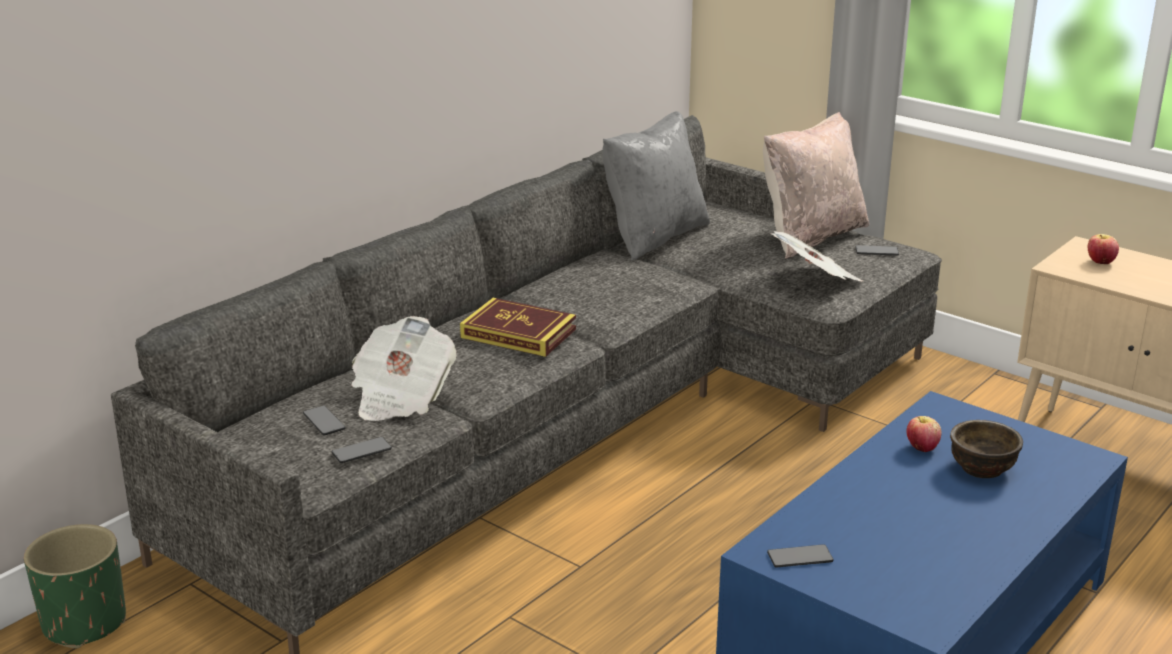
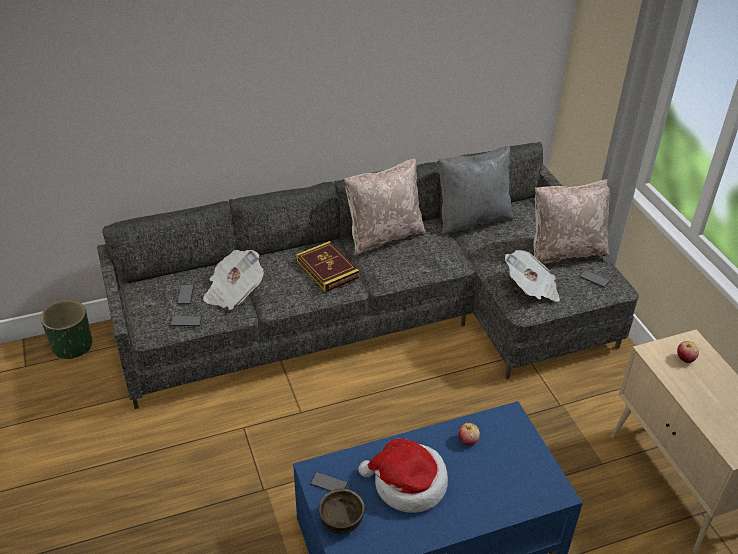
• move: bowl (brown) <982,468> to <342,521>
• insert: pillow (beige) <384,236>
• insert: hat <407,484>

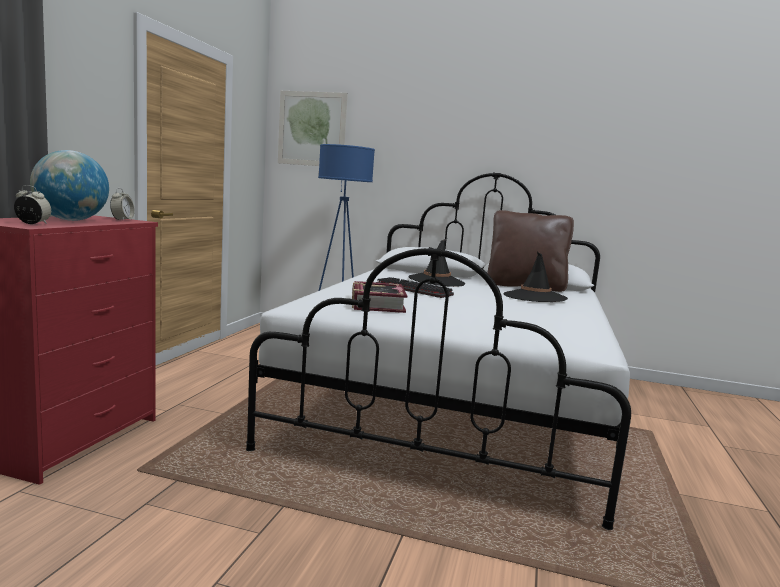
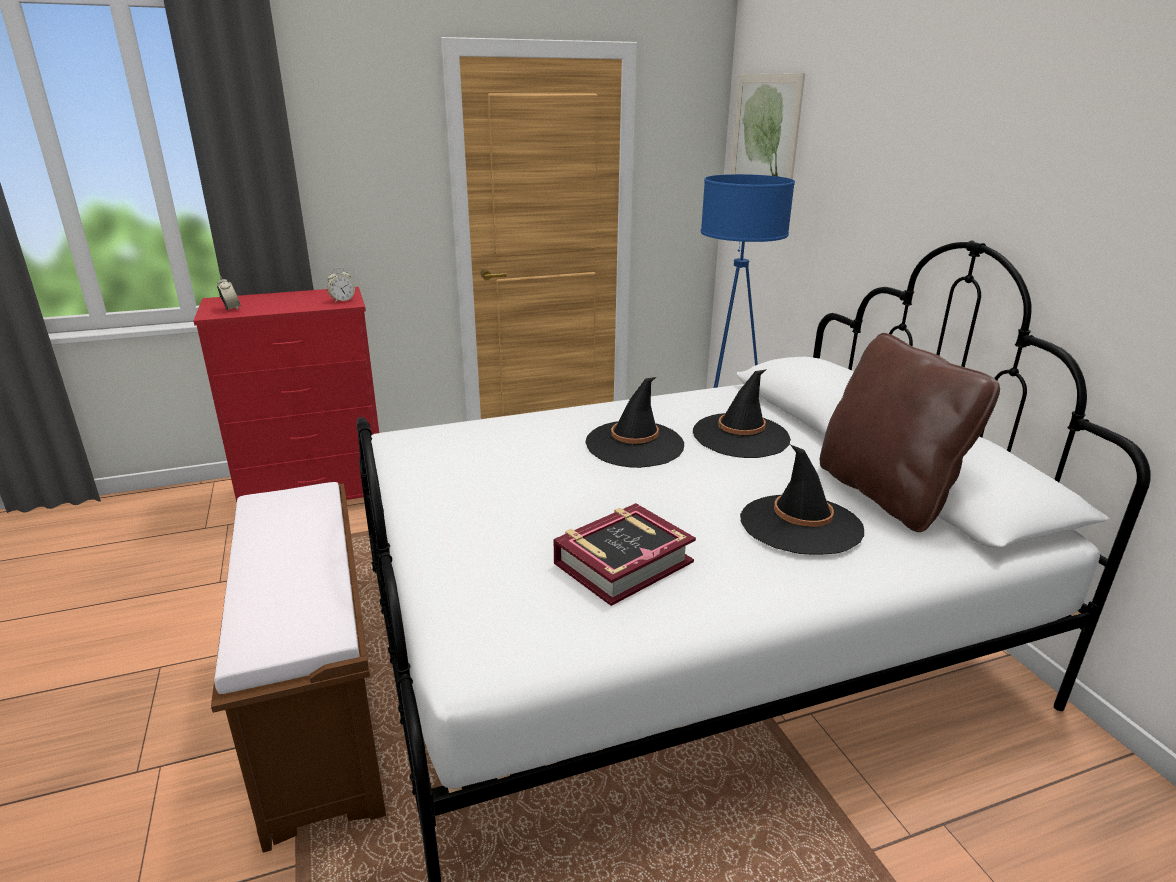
• delete: globe <71,220>
• move: book <377,304> to <622,562>
• replace: keyboard <411,290> to hat (black) <634,445>
• insert: bench (brown) <322,719>

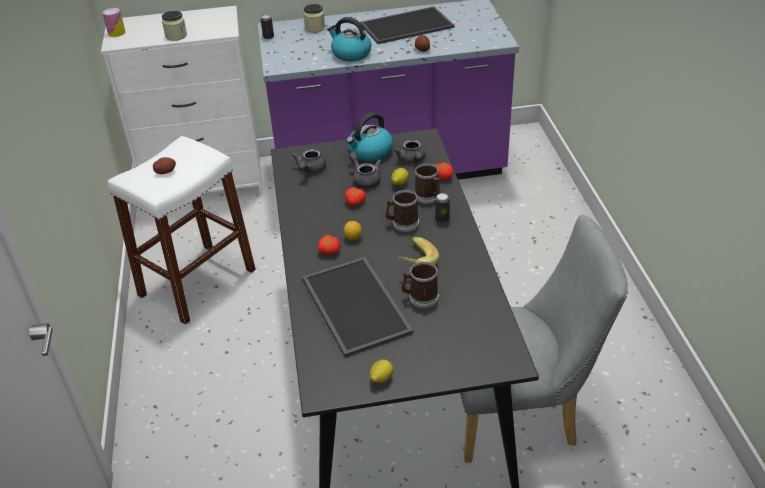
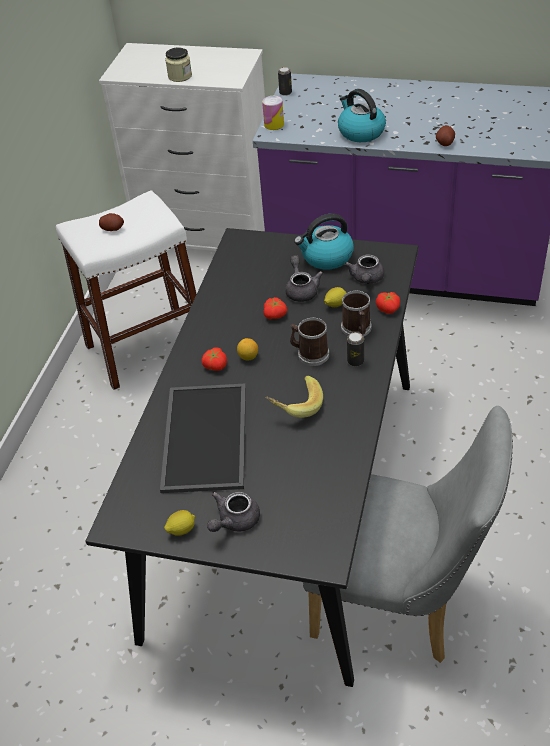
• move: can <116,32> to <274,124>
• move: teapot (grey) <310,170> to <234,521>
• delete: jar <315,28>
• delete: tray <407,25>
• delete: mug <420,297>

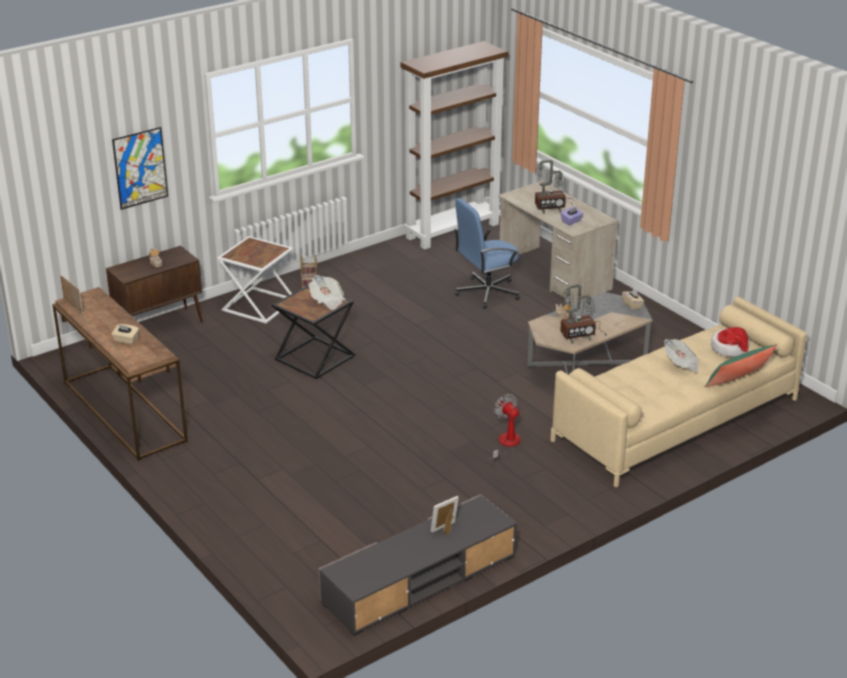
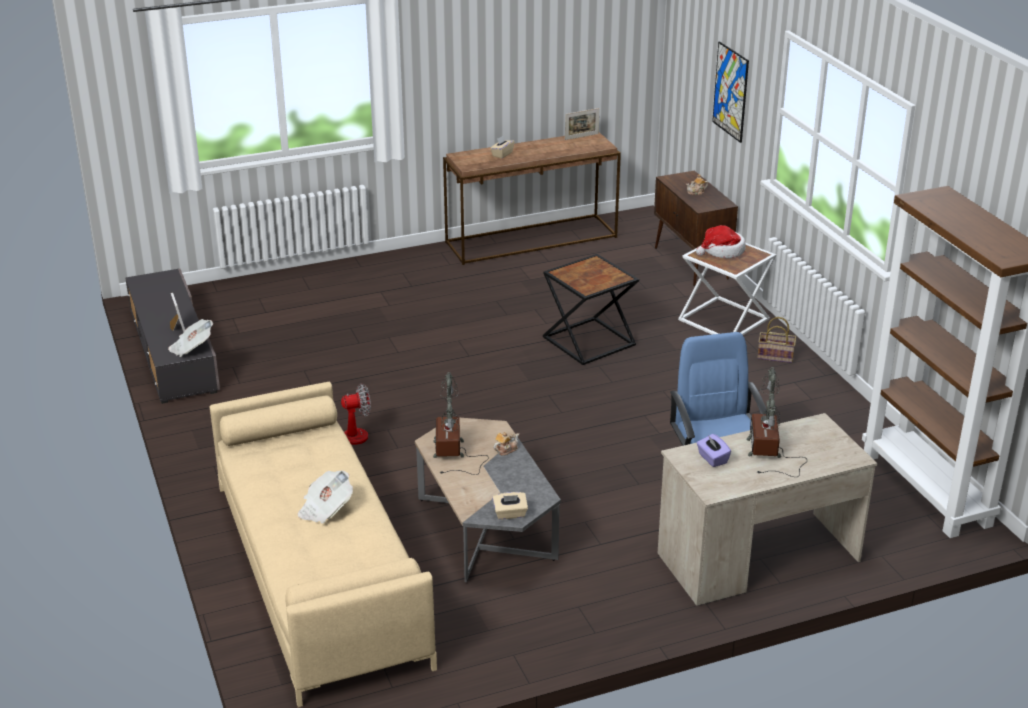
• move: newspaper <327,301> to <191,348>
• delete: pillow (green) <738,380>
• move: hat <730,349> to <722,251>

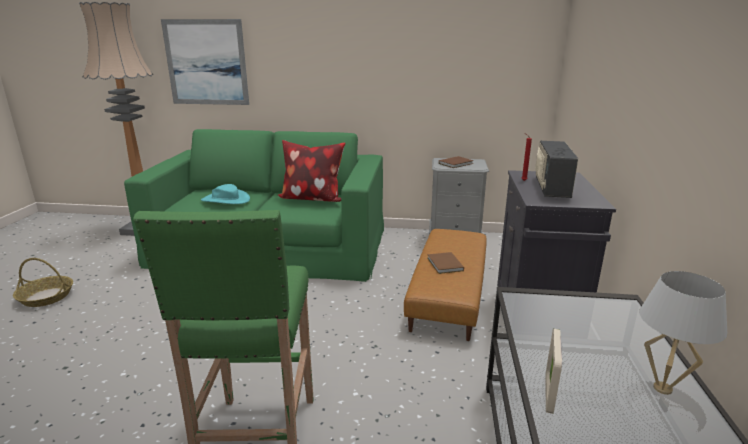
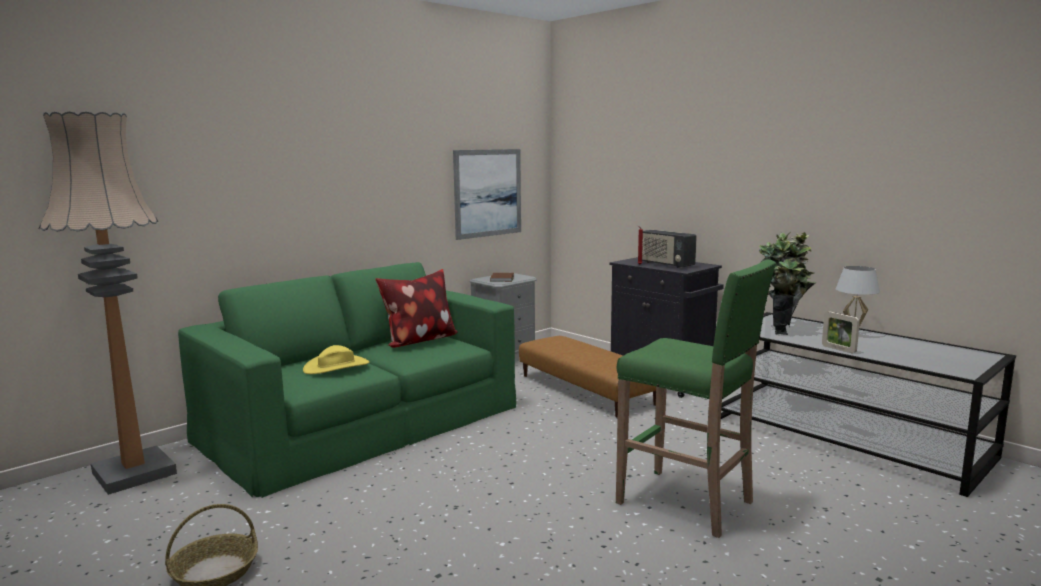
• move: picture <206,62> to <488,193>
• recolor: hat (turquoise) <226,200> to hat (yellow) <336,366>
• delete: book (brown) <444,265>
• insert: potted plant <783,330>

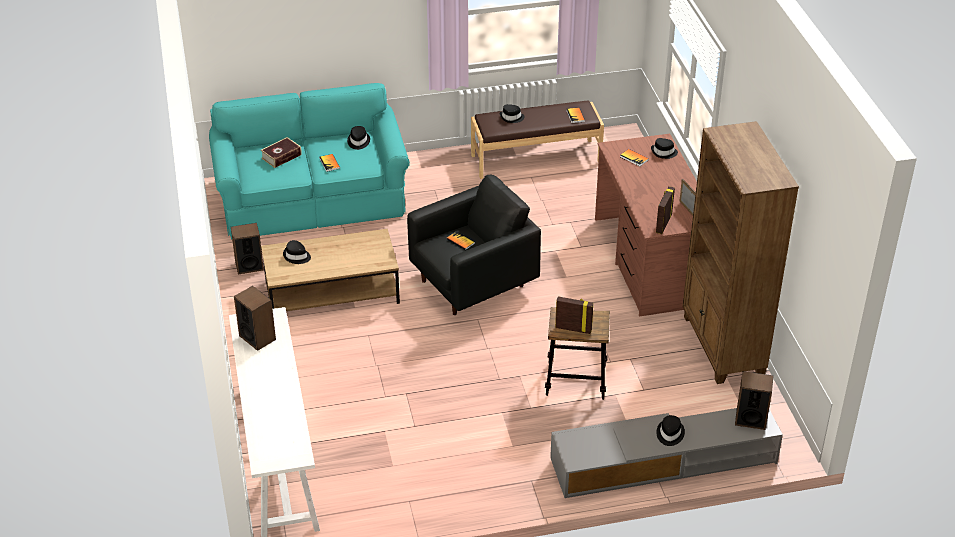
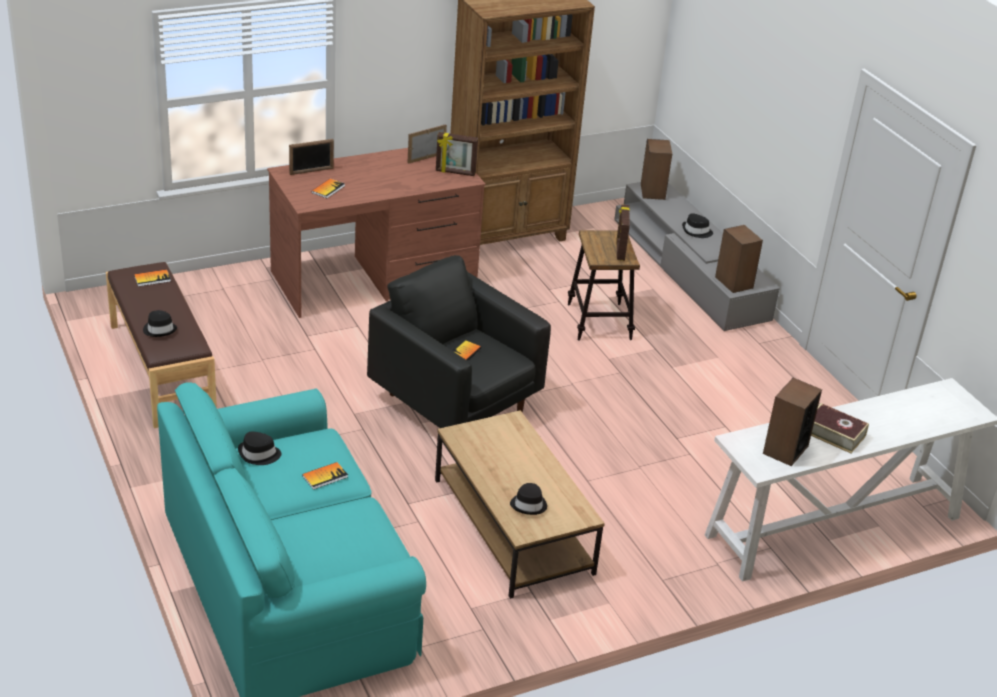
• move: speaker <249,266> to <733,282>
• move: book <281,156> to <834,434>
• replace: hat (black) <664,152> to picture frame <311,171>

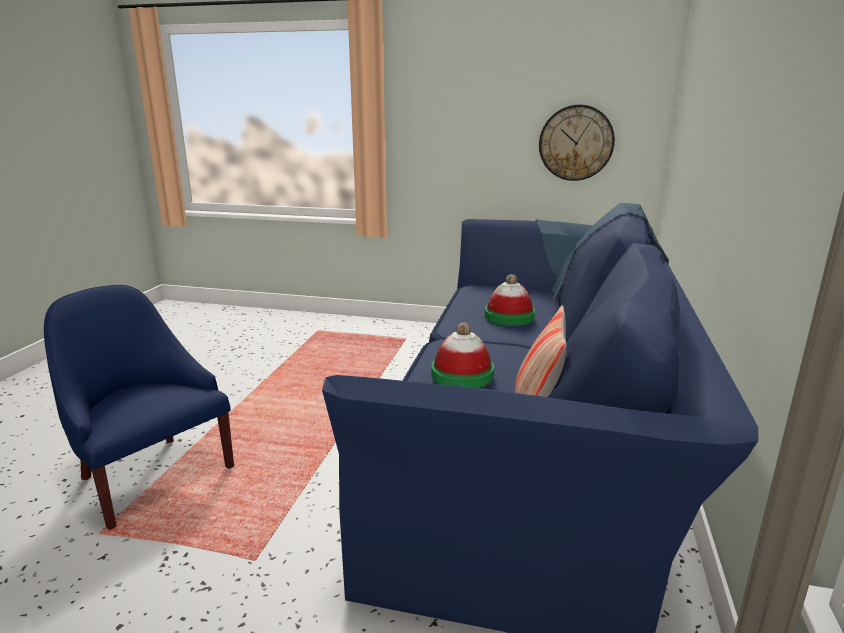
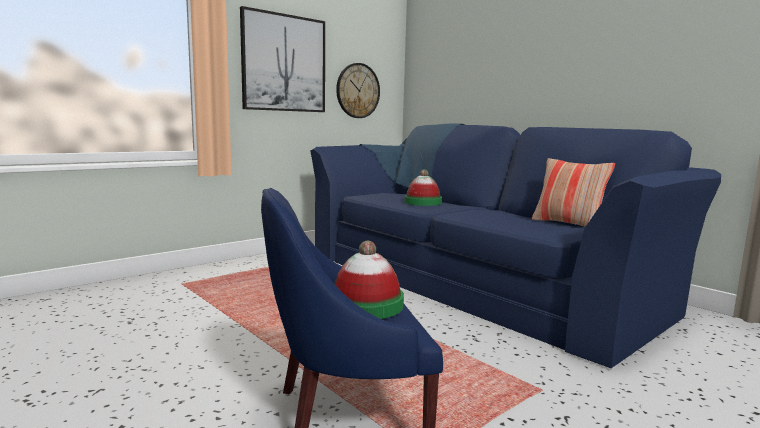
• move: hat <462,374> to <366,305>
• insert: picture <284,63>

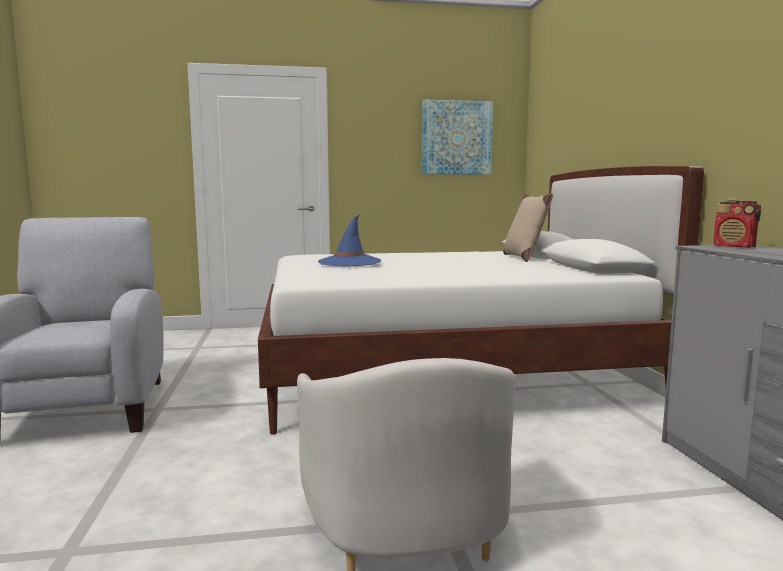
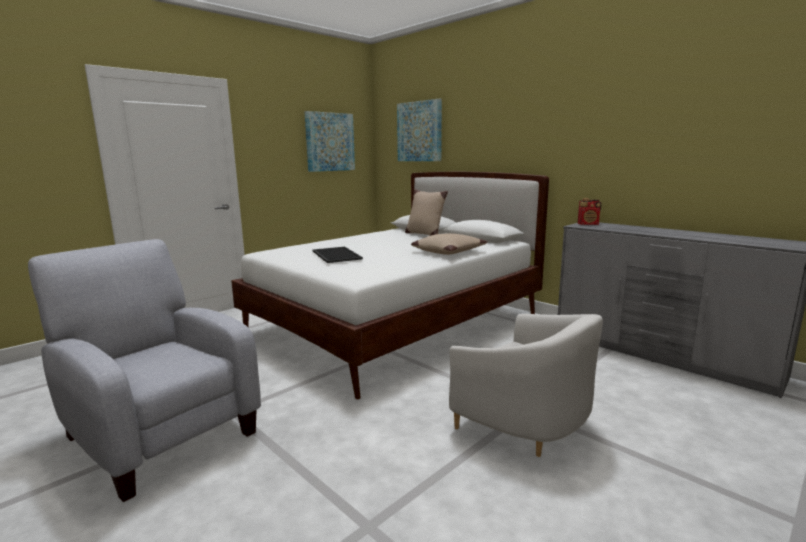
• replace: hat (blue) <349,262> to tray <335,255>
• insert: picture <419,131>
• insert: pillow (beige) <448,251>

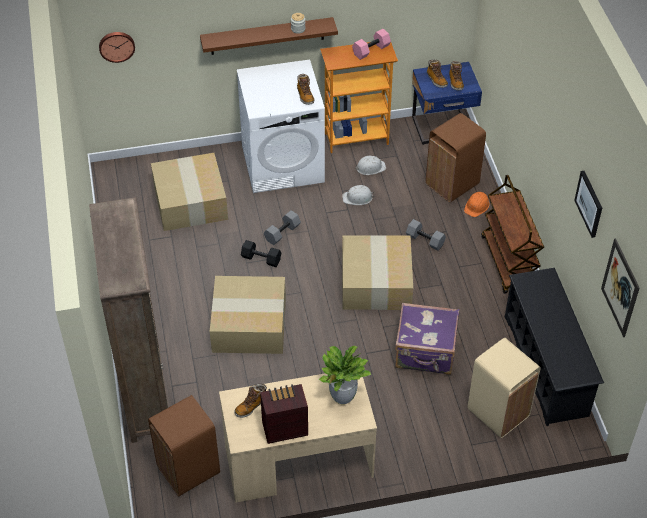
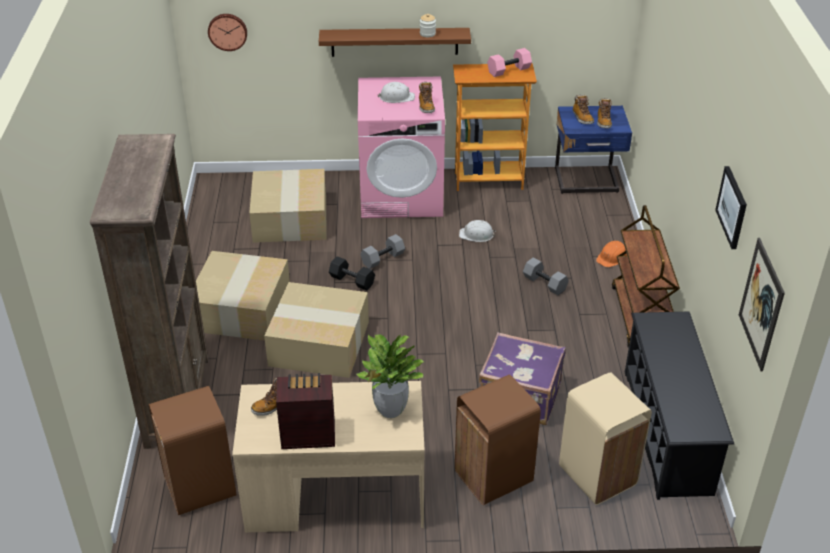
• recolor: washing machine (white) <283,163> to washing machine (pink) <402,195>
• move: cardboard box <377,283> to <242,310>
• move: hard hat (white) <370,167> to <396,97>
• move: trash can (brown) <452,184> to <494,477>

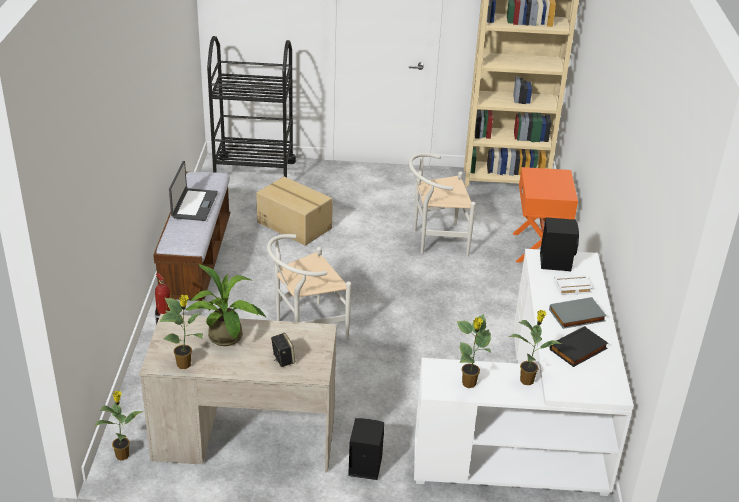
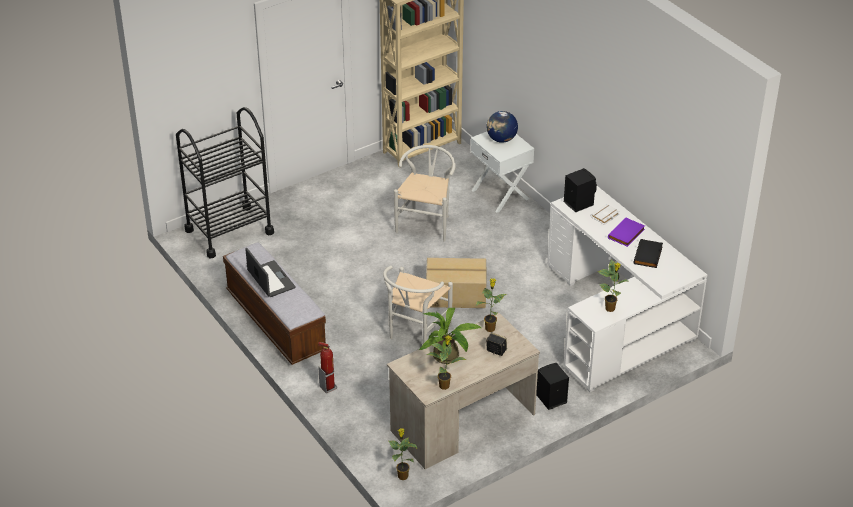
• move: cardboard box <294,225> to <455,294>
• rotate: chair (white) <435,240> = <426,222> 150 degrees clockwise
• move: potted plant <527,380> to <490,328>
• recolor: nightstand (orange) <539,248> to nightstand (white) <501,194>
• recolor: book (grey) <577,316> to book (purple) <627,234>
• insert: globe <501,139>

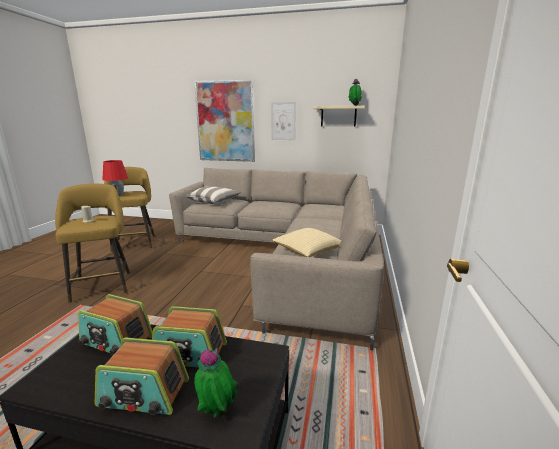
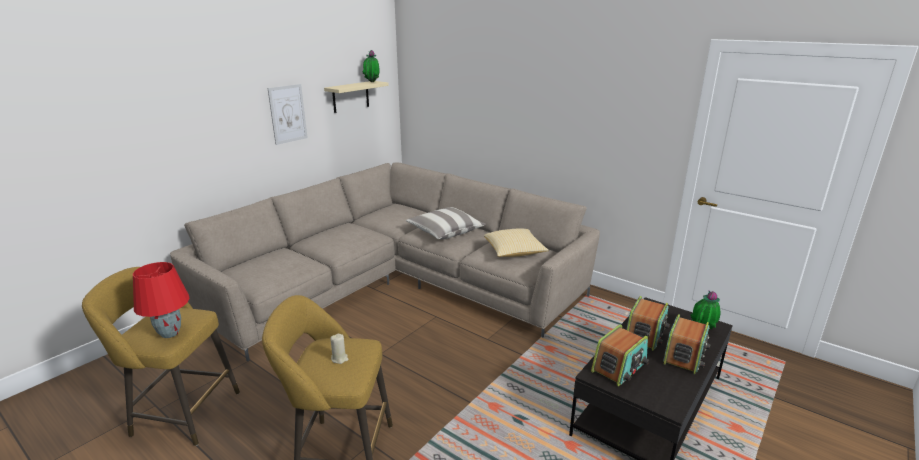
• move: pillow <213,202> to <445,232>
• delete: picture <225,122>

